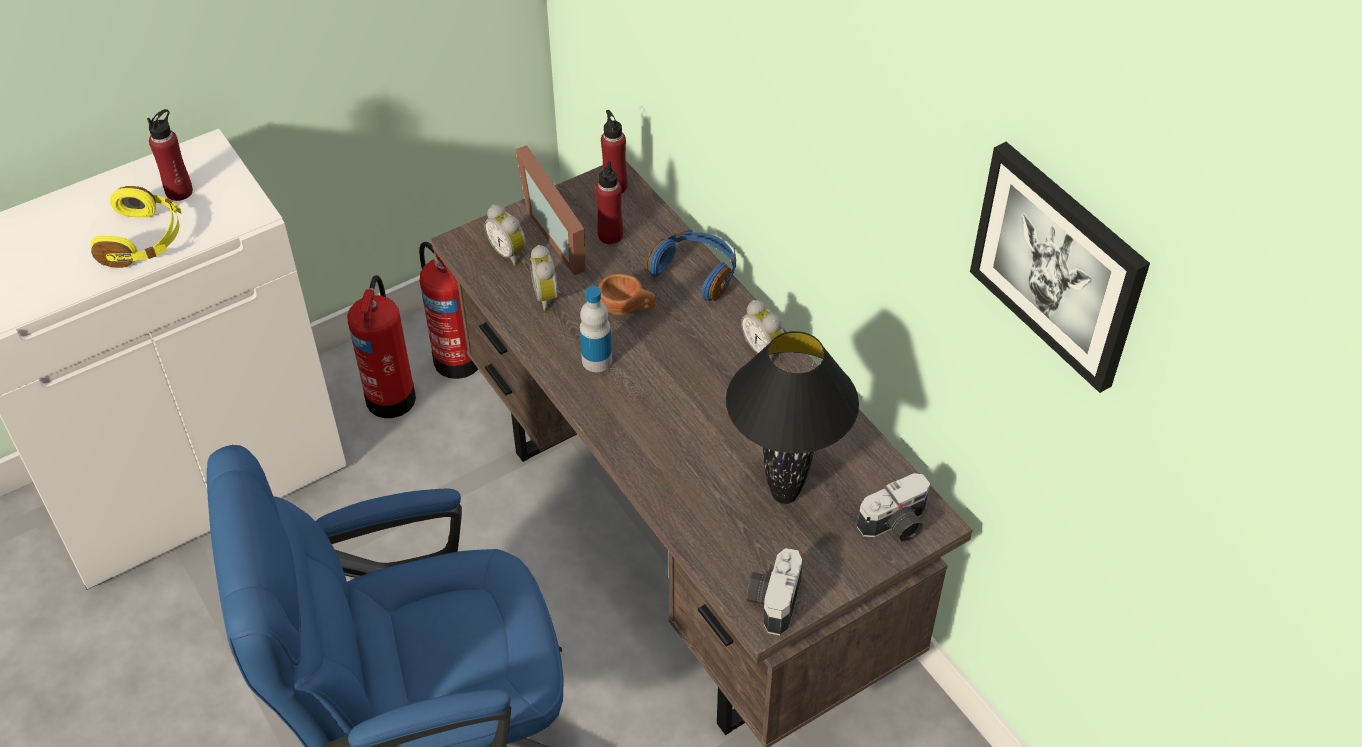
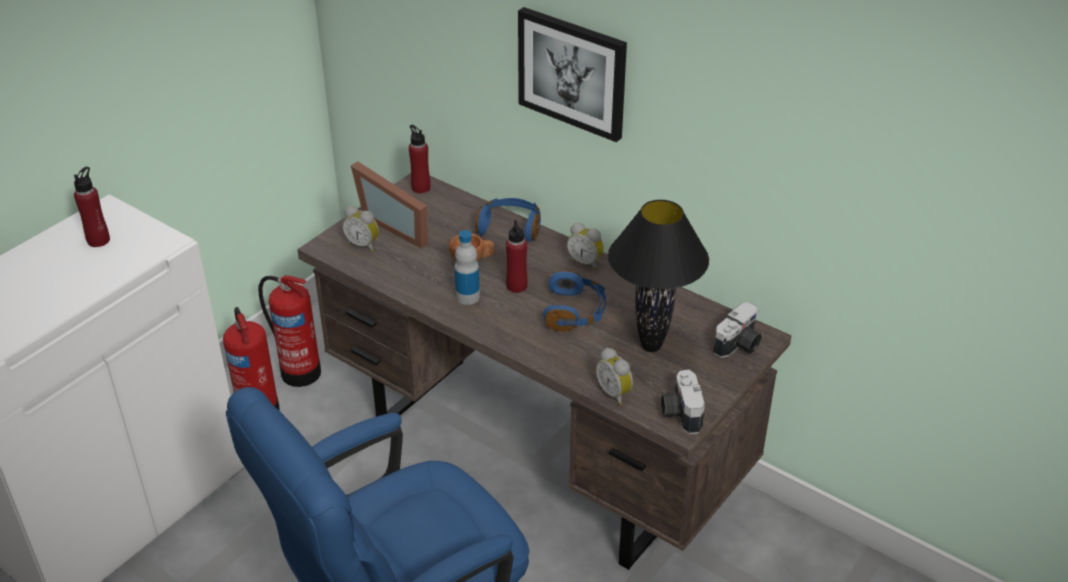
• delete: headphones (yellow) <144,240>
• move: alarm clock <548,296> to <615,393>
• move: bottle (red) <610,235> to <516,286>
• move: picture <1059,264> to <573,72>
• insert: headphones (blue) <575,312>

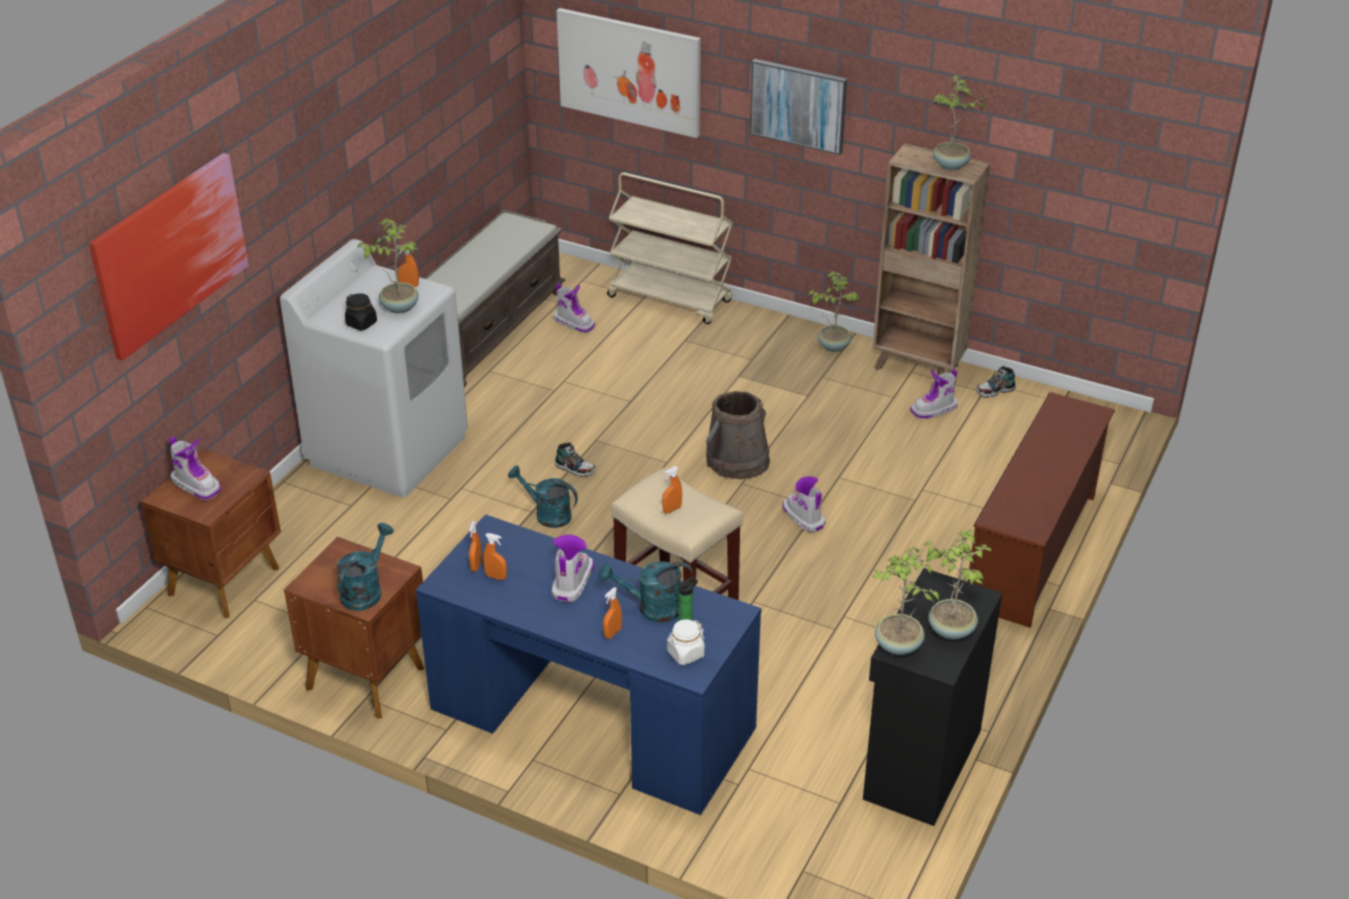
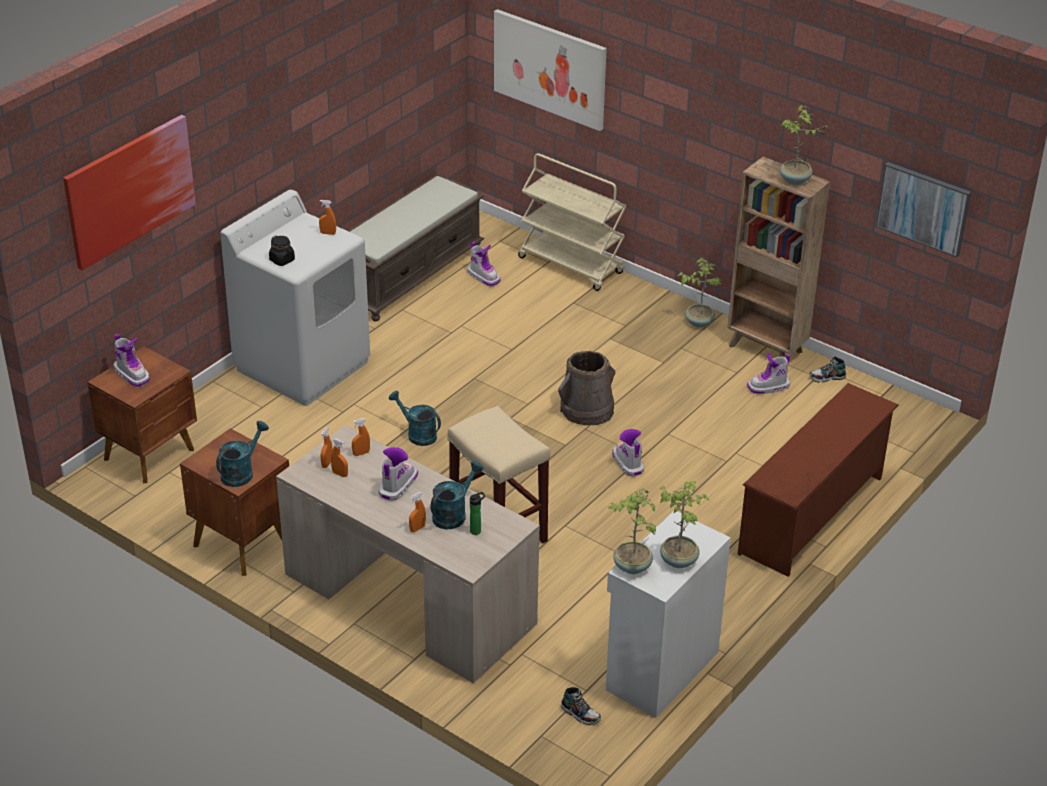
• delete: potted plant <399,307>
• recolor: desk (blue) <592,717> to desk (beige) <409,597>
• move: shoe <575,469> to <580,714>
• rotate: watering can (turquoise) <651,608> = <453,514> 120 degrees clockwise
• move: spray bottle (orange) <672,509> to <361,453>
• delete: jar (white) <685,654>
• move: picture <798,105> to <923,208>
• recolor: cabinet (black) <919,764> to cabinet (white) <660,670>

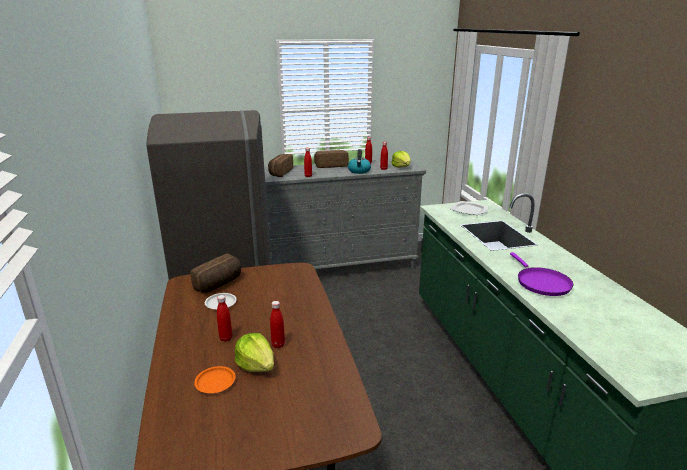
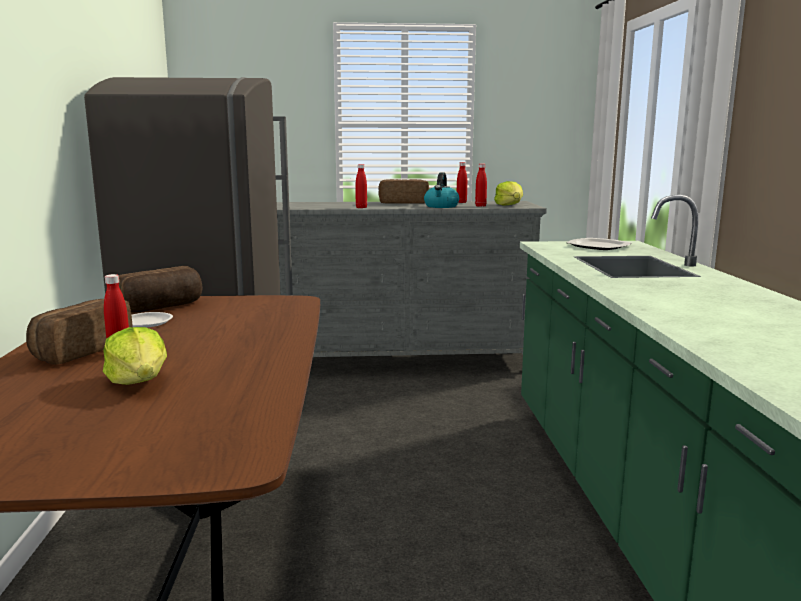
• delete: plate (orange) <215,382>
• move: bread <280,172> to <80,350>
• delete: bottle (red) <278,345>
• delete: frying pan (purple) <541,283>

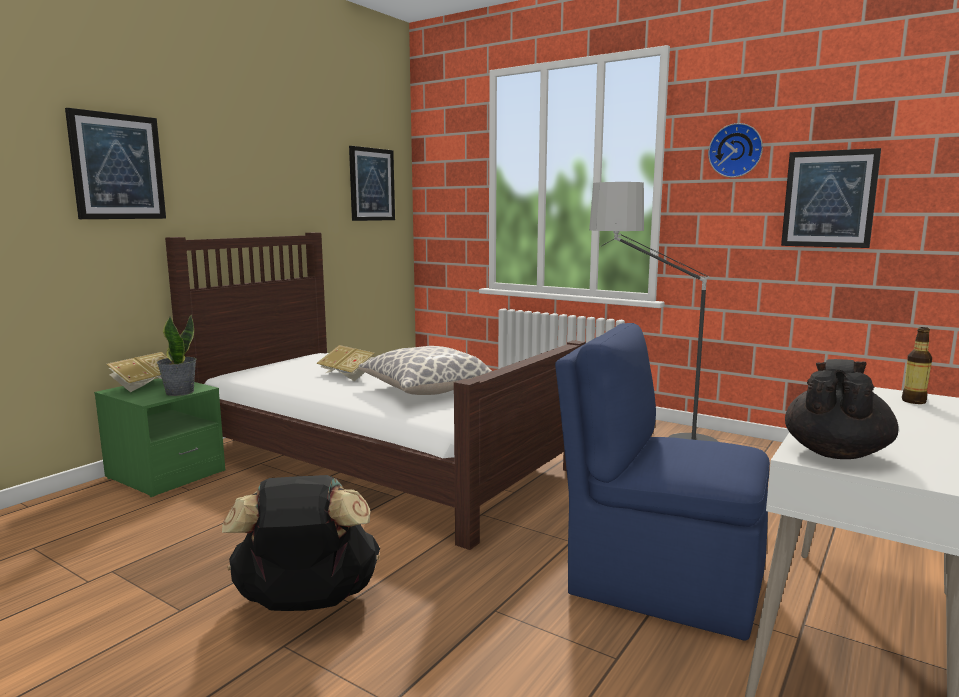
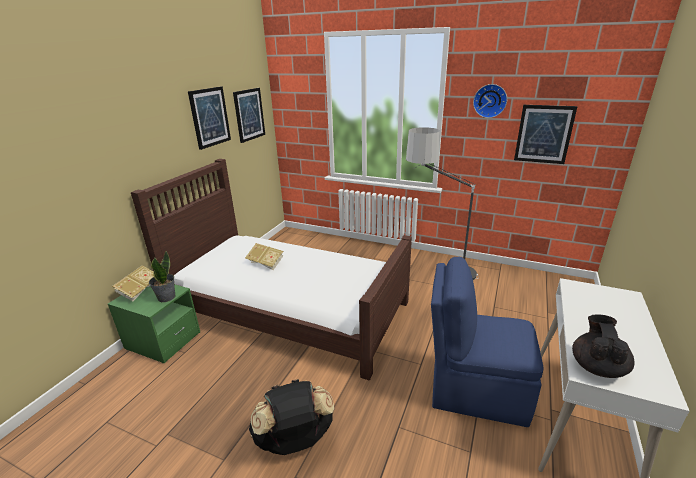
• move: picture <117,167> to <210,117>
• delete: pillow <425,390>
• delete: bottle <913,401>

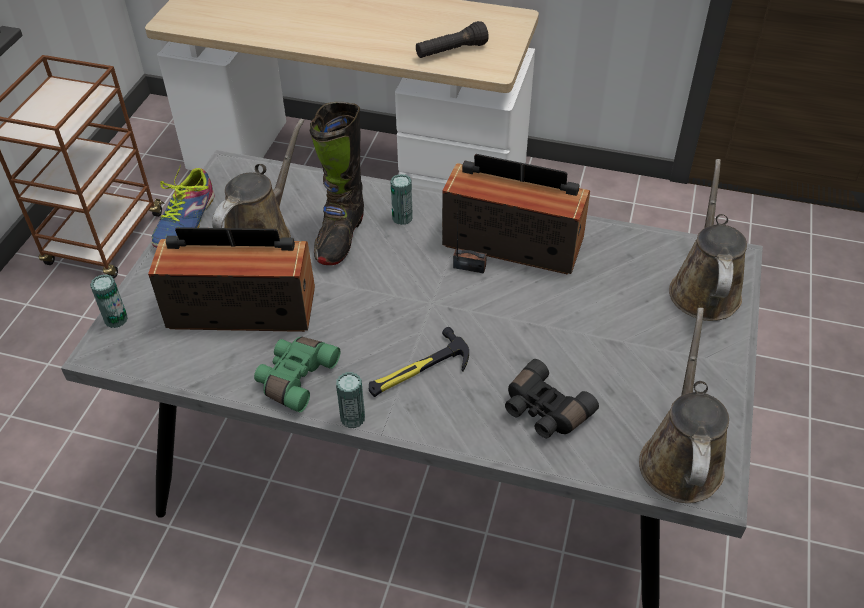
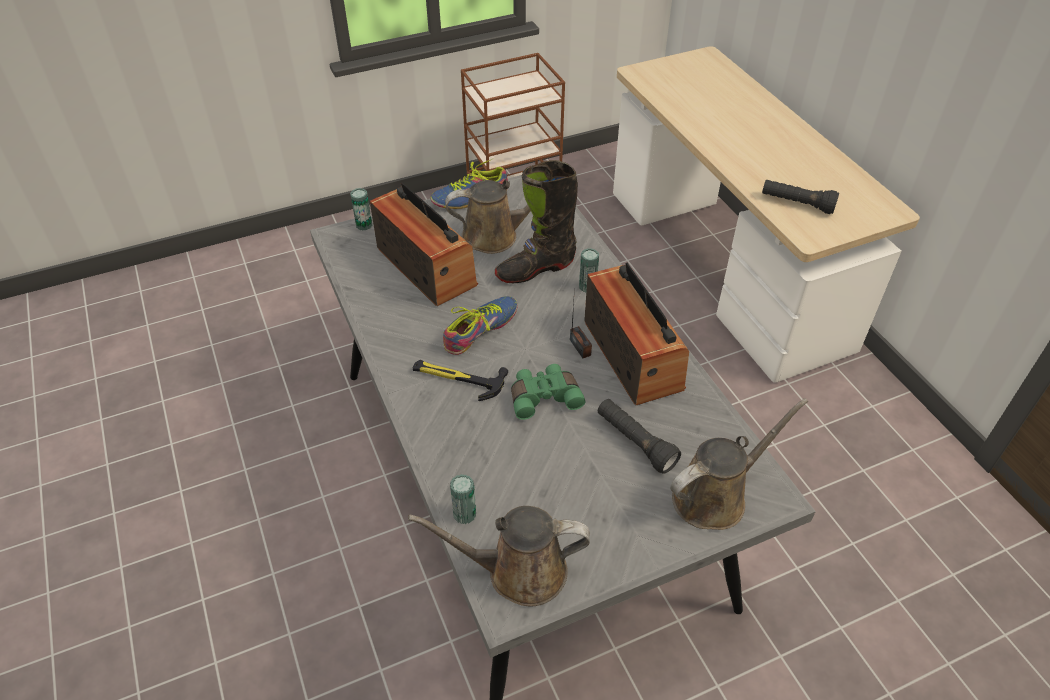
• move: binoculars (green) <295,378> to <544,397>
• move: can <352,418> to <464,514>
• delete: binoculars (black) <544,411>
• rotate: watering can (brown) <680,458> = <518,571> 150 degrees counterclockwise
• insert: shoe <480,329>
• insert: flashlight (black) <635,442>

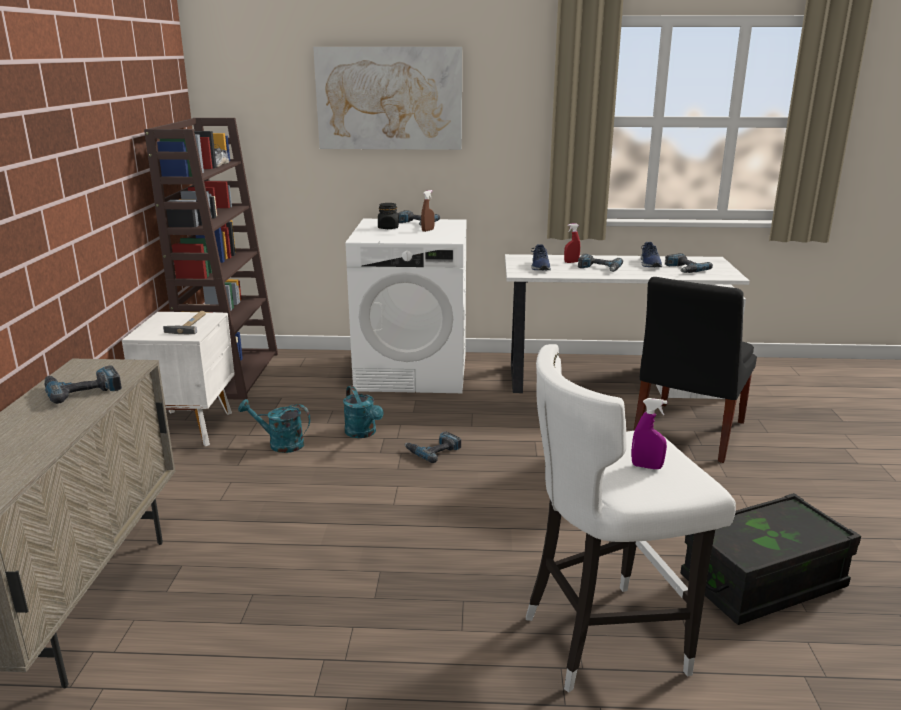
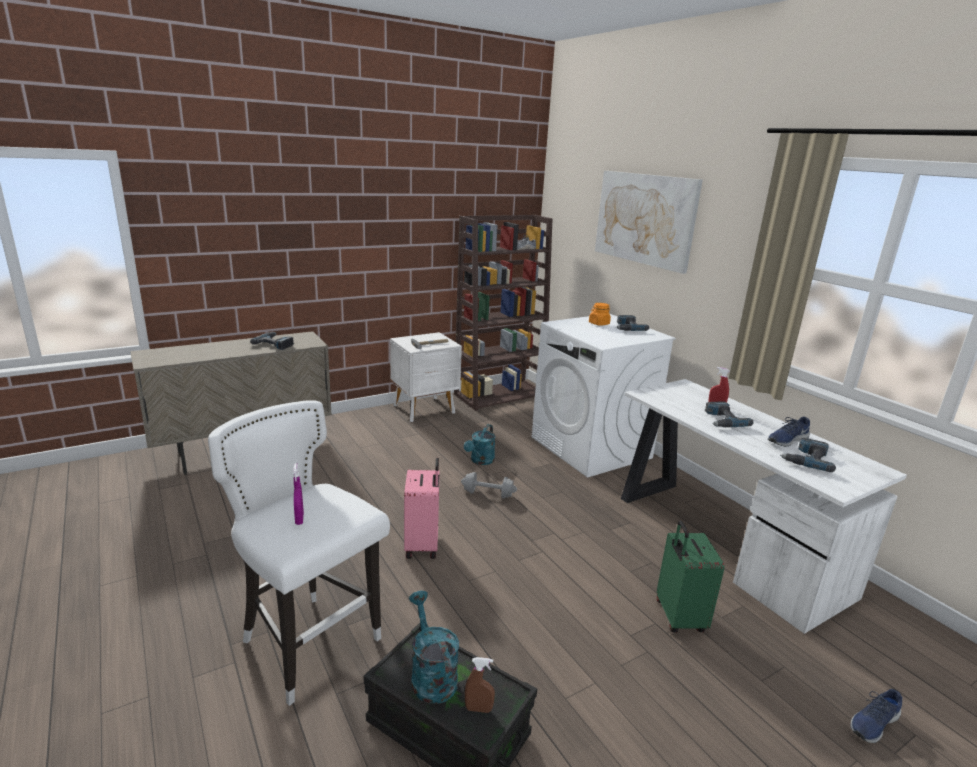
• move: watering can (turquoise) <280,444> to <431,674>
• recolor: jar (black) <388,228> to jar (orange) <599,324>
• replace: power drill <433,450> to dumbbell (grey) <488,494>
• move: spray bottle (brown) <428,230> to <478,709>
• move: shoe (blue) <540,267> to <873,722>
• replace: chair (black) <687,433> to suitcase (green) <678,617>
• insert: suitcase (pink) <423,545>

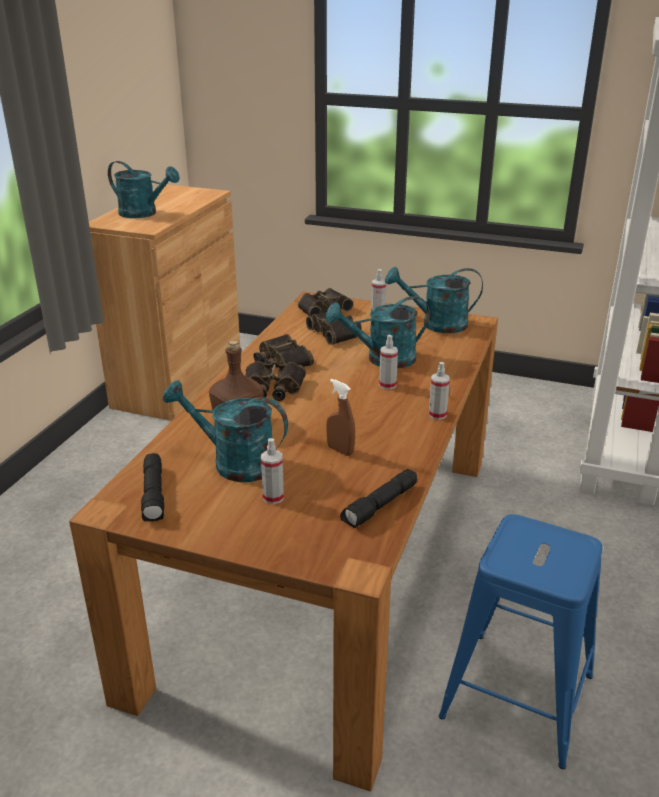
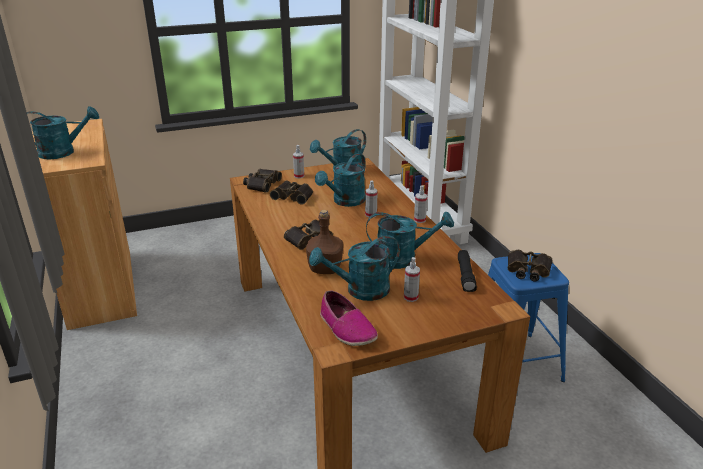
• replace: flashlight (black) <154,495> to shoe <346,328>
• move: binoculars <281,361> to <527,270>
• replace: spray bottle (brown) <340,450> to watering can (turquoise) <403,258>

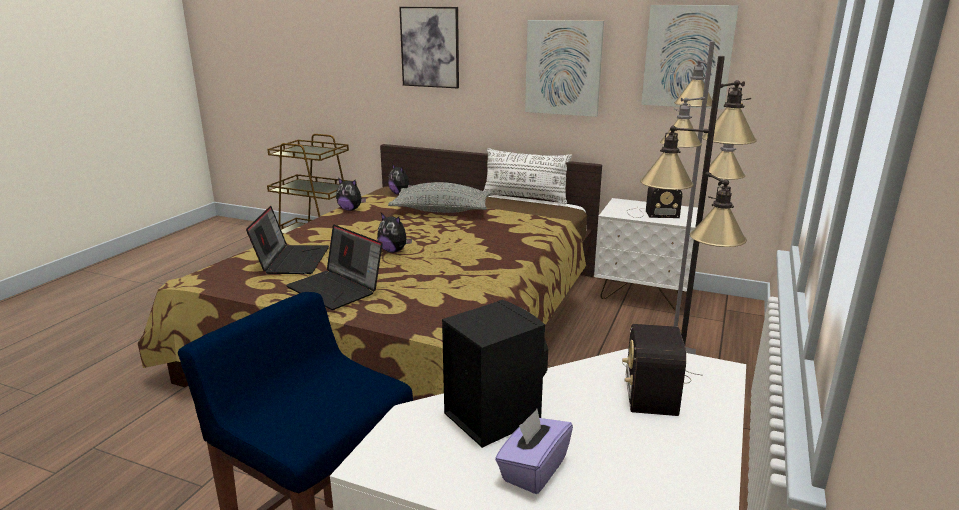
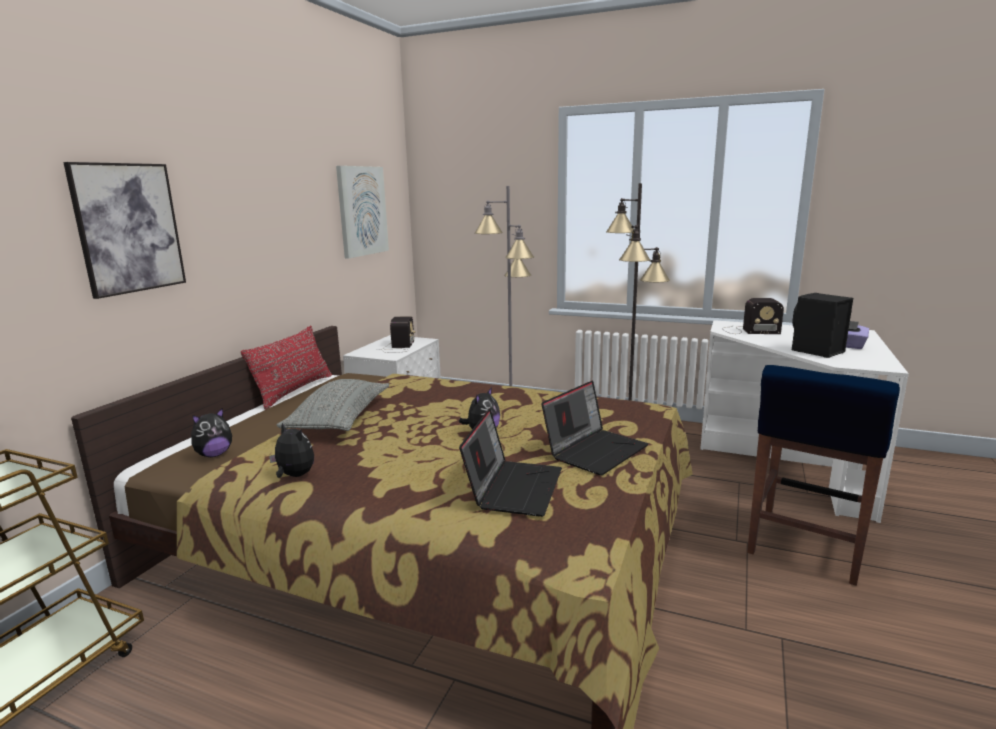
• rotate: laptop <292,260> = <513,487> 105 degrees clockwise
• rotate: plush toy <350,209> = <294,476> 75 degrees counterclockwise
• recolor: pillow (white) <525,198> to pillow (red) <294,391>
• delete: picture <563,68>

